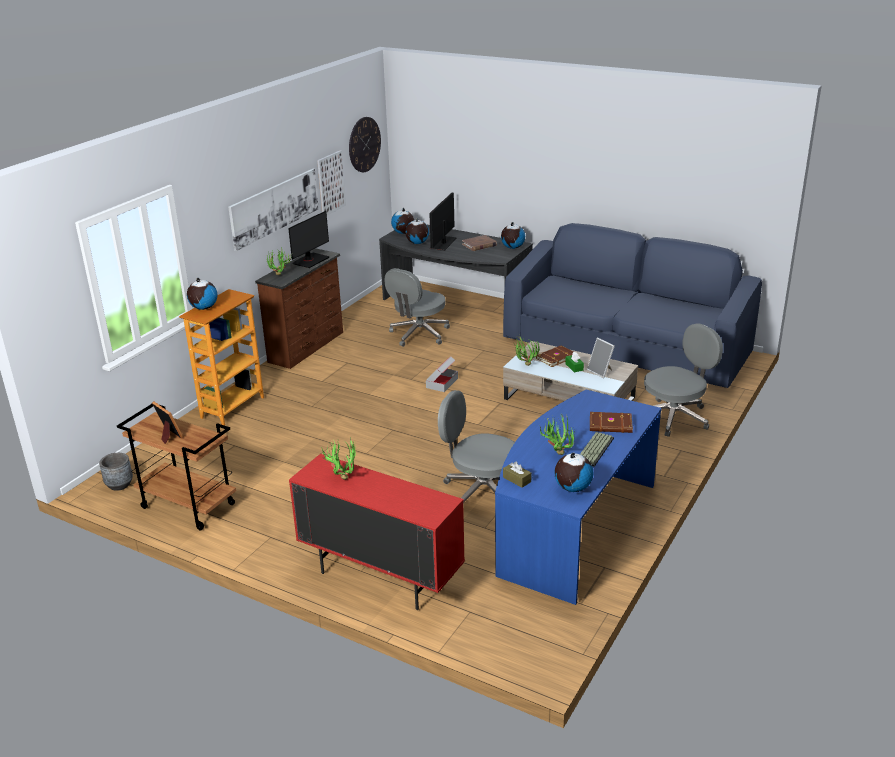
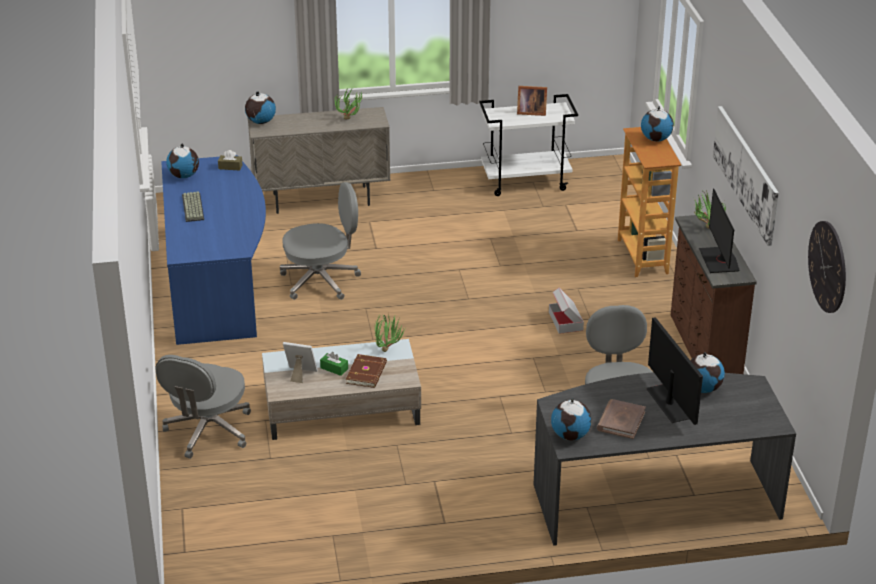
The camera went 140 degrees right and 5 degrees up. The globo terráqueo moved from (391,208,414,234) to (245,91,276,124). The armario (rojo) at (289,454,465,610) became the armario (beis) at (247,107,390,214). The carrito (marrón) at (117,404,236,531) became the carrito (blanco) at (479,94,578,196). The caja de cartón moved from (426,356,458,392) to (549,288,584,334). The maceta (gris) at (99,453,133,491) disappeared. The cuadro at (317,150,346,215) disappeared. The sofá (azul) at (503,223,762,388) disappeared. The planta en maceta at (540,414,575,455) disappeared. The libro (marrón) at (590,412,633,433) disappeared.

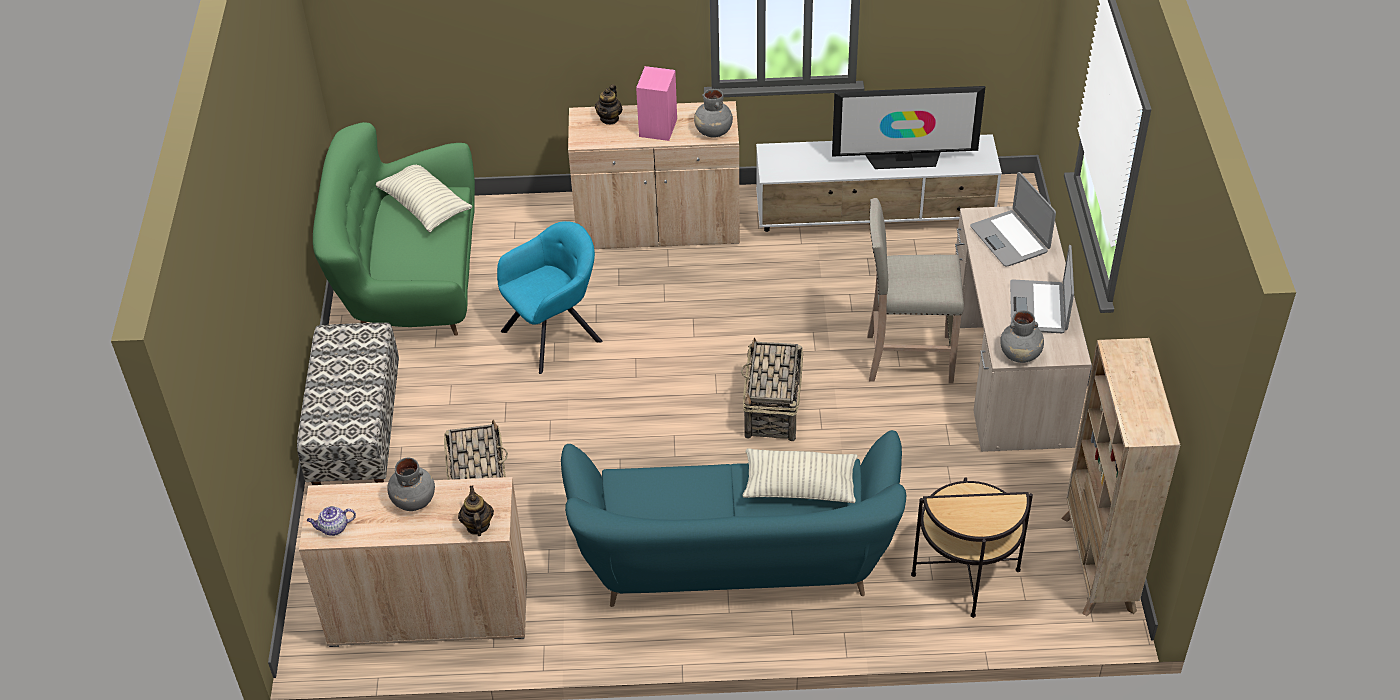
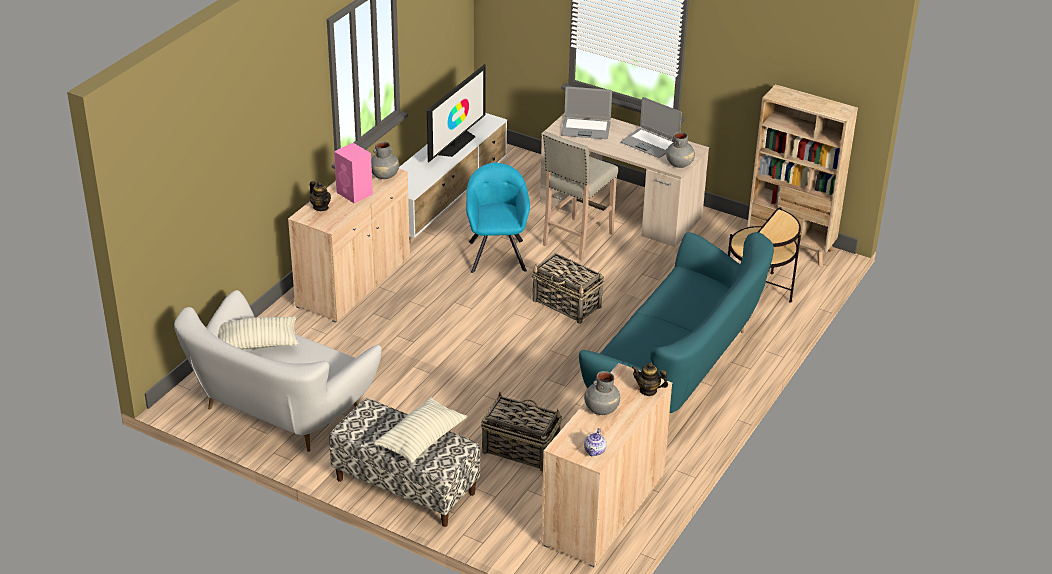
The camera went 60 degrees left and 10 degrees down. The sofá (verde) at (313,122,475,336) became the sofá (blanco) at (174,290,382,452). The cojín moved from (743,448,858,503) to (374,397,468,463). The sillón (turquesa) moved from (497,221,602,374) to (466,163,530,273).

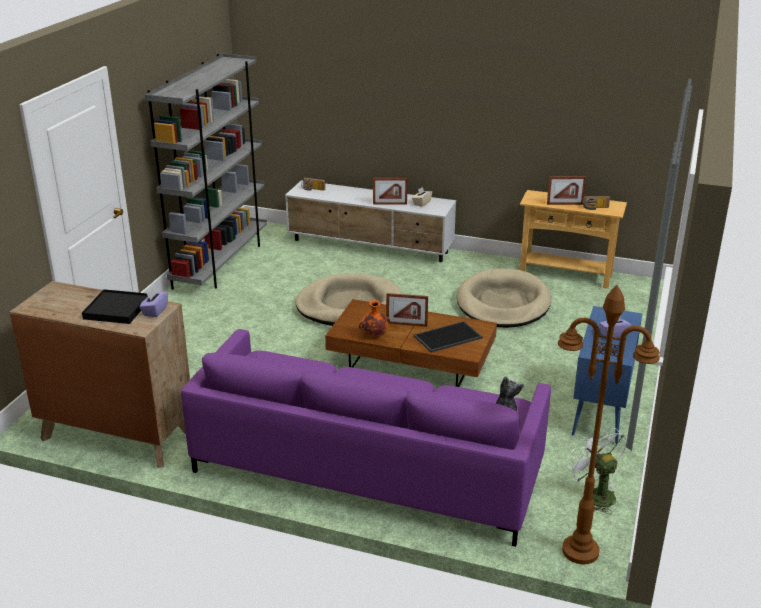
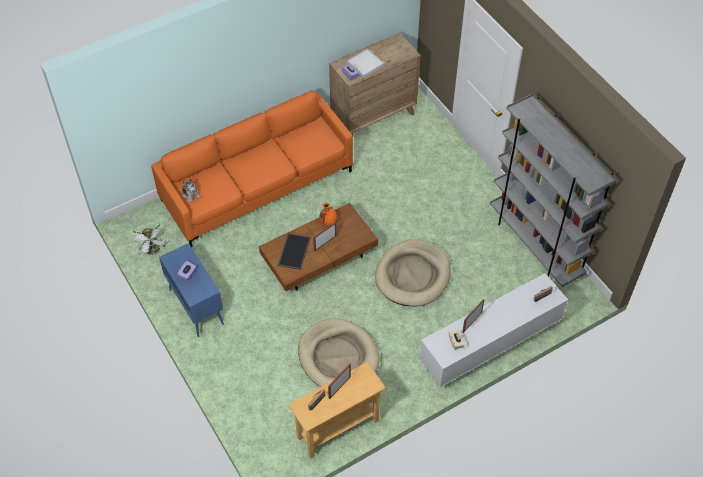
The camera went 130 degrees right and 25 degrees up. The ventilador (blanco) at (567,426,627,514) turned 60 degrees clockwise. The sofá (morado) at (181,329,551,547) became the sofá (naranja) at (151,91,353,247). The bandeja (negro) at (82,289,148,324) became the bandeja (blanco) at (347,48,384,78). The lámpara de pie (marrón) at (558,285,660,564) disappeared.

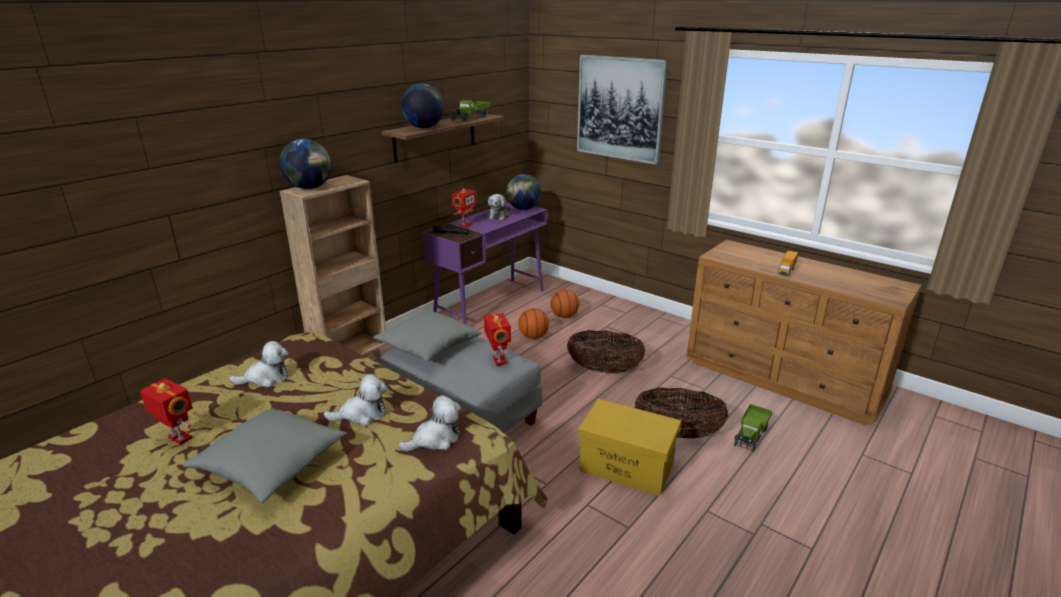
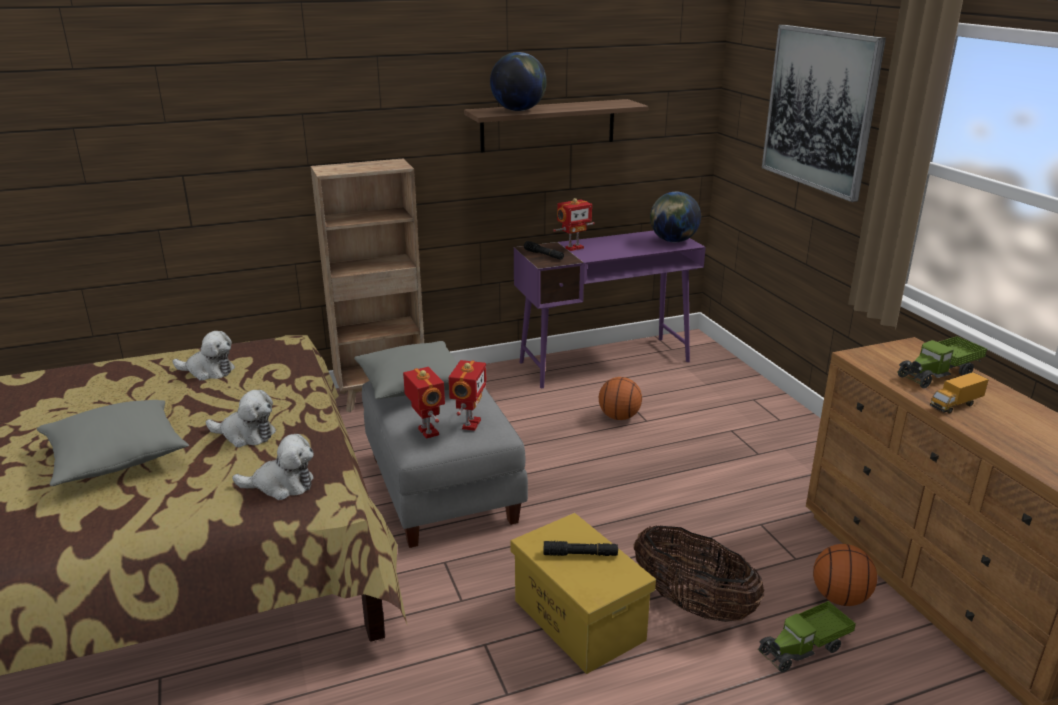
The camera went 30 degrees right and 0 degrees up. The robot de juguete moved from (140,378,193,445) to (403,367,445,439). The linterna (negro) at (544,541,618,556) appeared. The balón de baloncesto moved from (550,289,579,318) to (813,544,877,606). The camión de juguete moved from (450,100,491,122) to (897,336,987,388). The globo terráqueo at (279,139,332,189) disappeared. The peluche at (487,194,510,220) disappeared. The cesta at (567,330,646,373) disappeared.

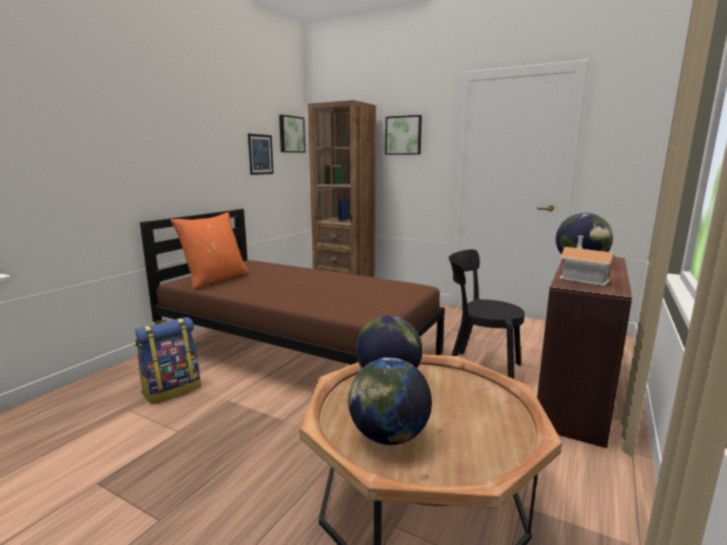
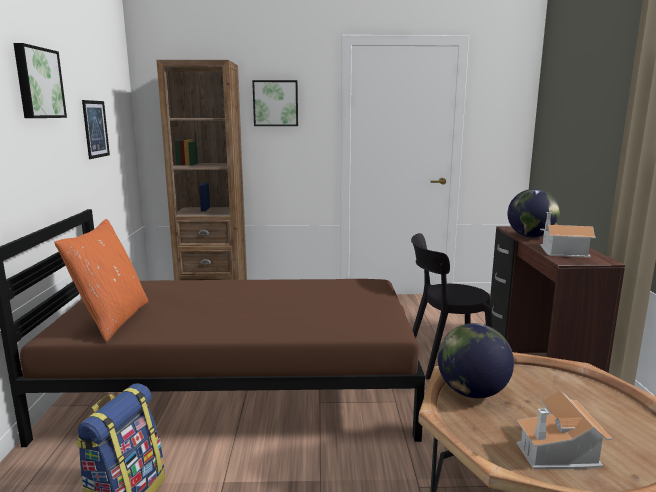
The camera went 30 degrees left and 0 degrees up. The cuadro moved from (279,115,305,153) to (13,43,67,118). The globo terráqueo at (348,357,432,445) was replaced by the casita at (517,390,612,469).

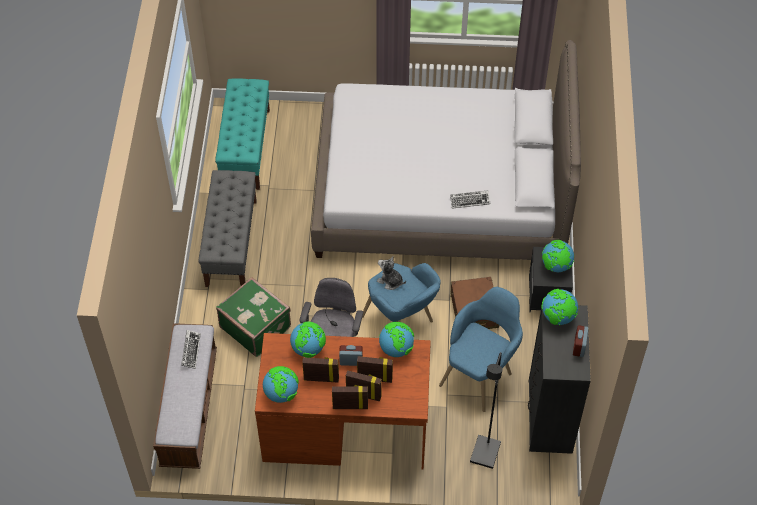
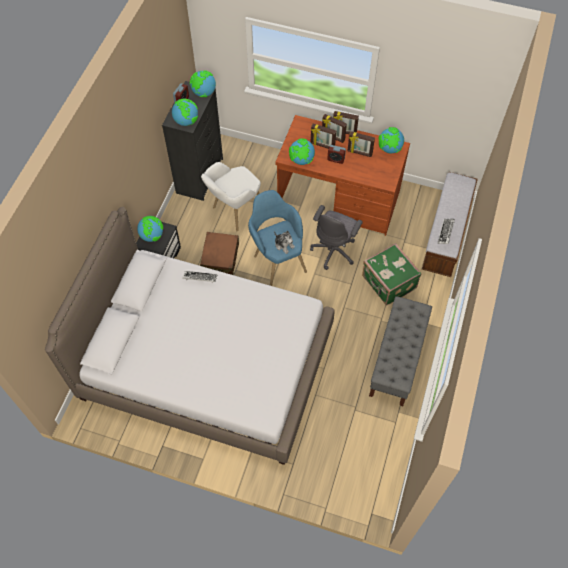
The camera went 165 degrees left and 5 degrees up. The globo terráqueo moved from (290,321,326,358) to (190,70,216,97). The sillón (azul) at (439,287,523,412) became the sillón (blanco) at (201,162,261,231). The banco (turquesa) at (215,78,270,190) disappeared. The lámpara de pie (negro) at (470,352,502,469) disappeared.

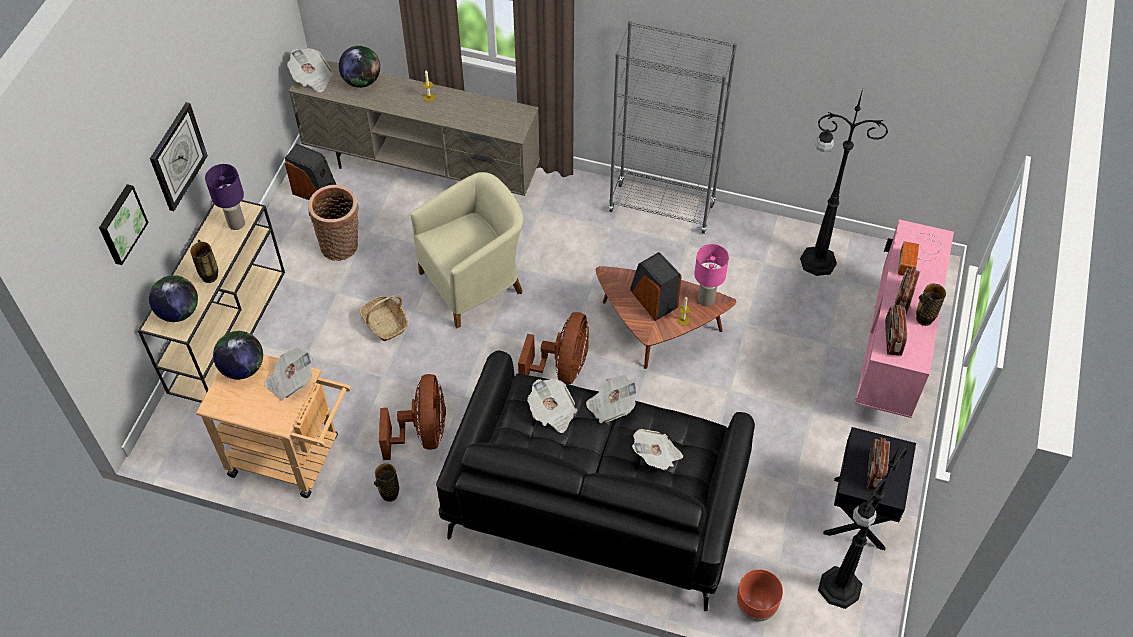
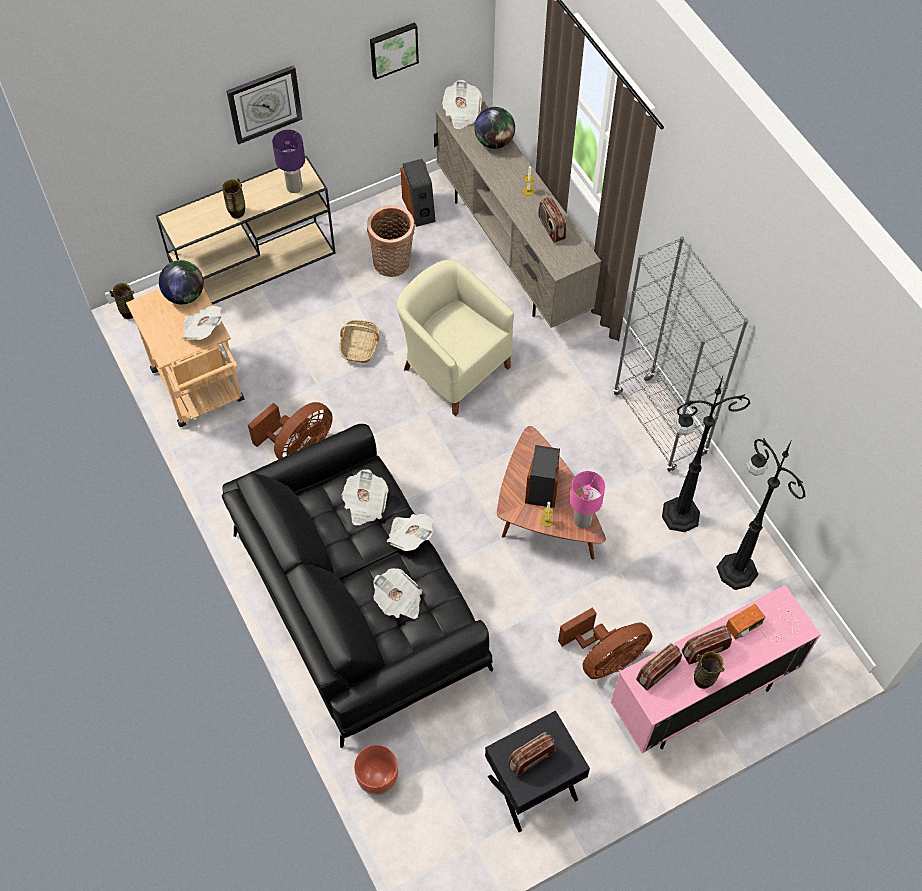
The camera went 45 degrees right and 5 degrees up. The florero moved from (374,463,399,502) to (109,283,134,319). The cuadro moved from (99,184,149,265) to (370,22,419,80). The sillón (beis) at (411,172,523,328) turned 150 degrees counterclockwise. The radio at (538,197,567,243) appeared. The ventilador (marrón) moved from (518,312,589,384) to (558,607,652,679). The lámpara de pie (negro) moved from (818,447,908,609) to (662,377,751,532). The globo terráqueo at (149,275,198,322) disappeared.

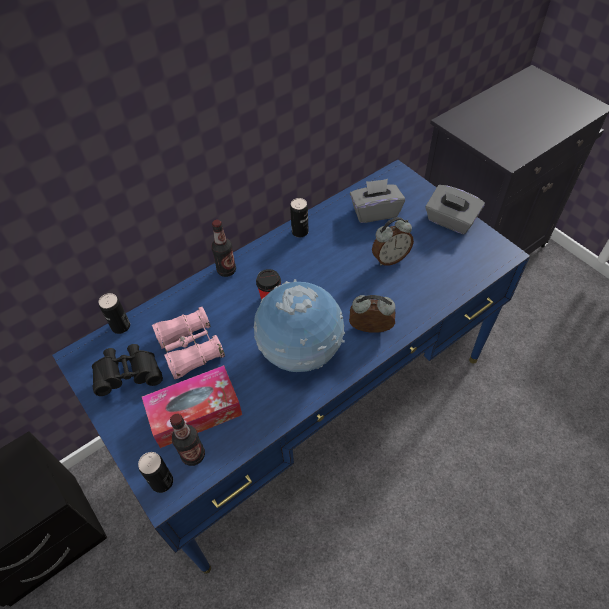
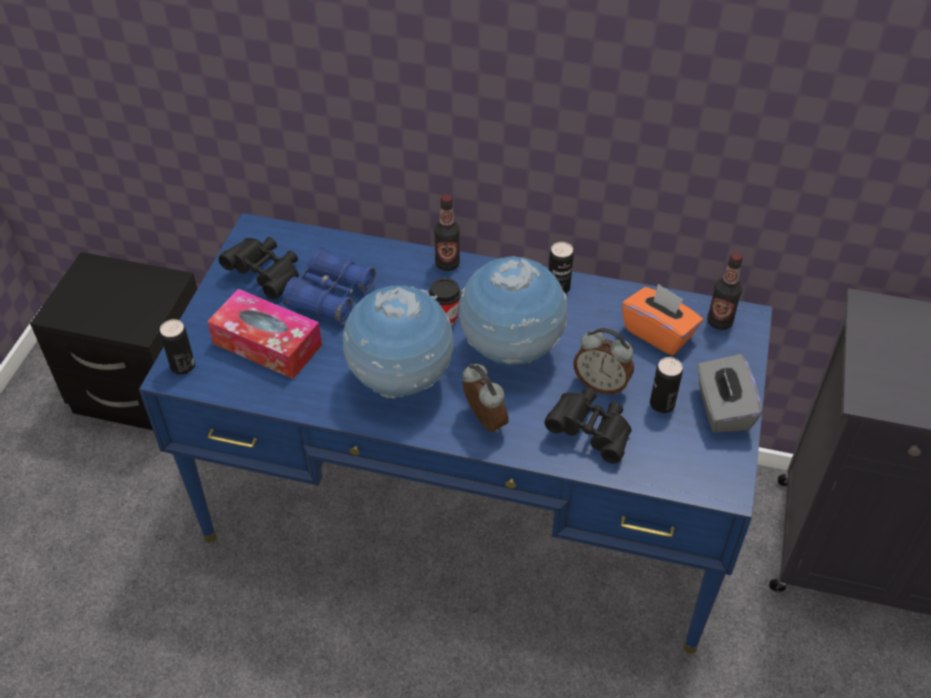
The camera went 50 degrees right and 5 degrees down. The prismáticos (rosa) at (152,307,225,380) became the prismáticos (azul) at (283,247,376,324). The globo terráqueo at (459,256,567,366) appeared. The prismáticos (negro) at (544,388,632,464) appeared. The caja de pañuelos (gris) at (350,179,405,223) became the caja de pañuelos (naranja) at (622,283,703,355). The lata moved from (99,293,130,334) to (650,357,683,413). The botella moved from (170,414,205,466) to (707,252,743,330).

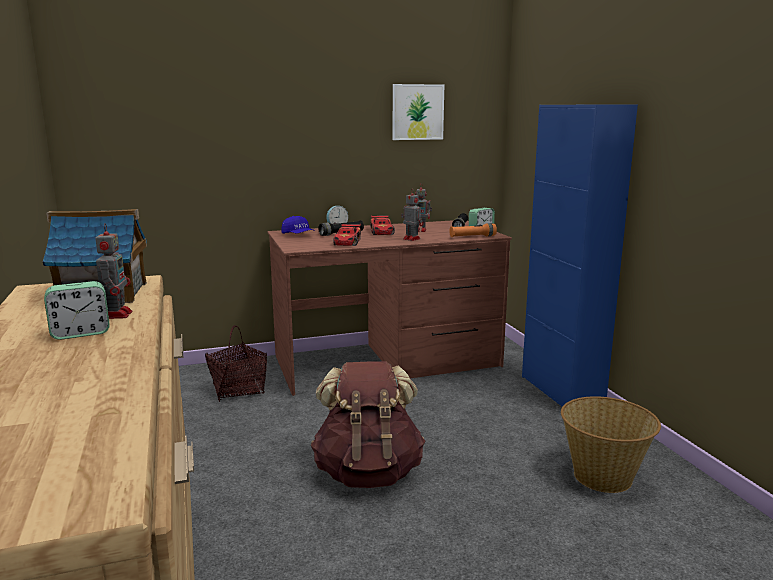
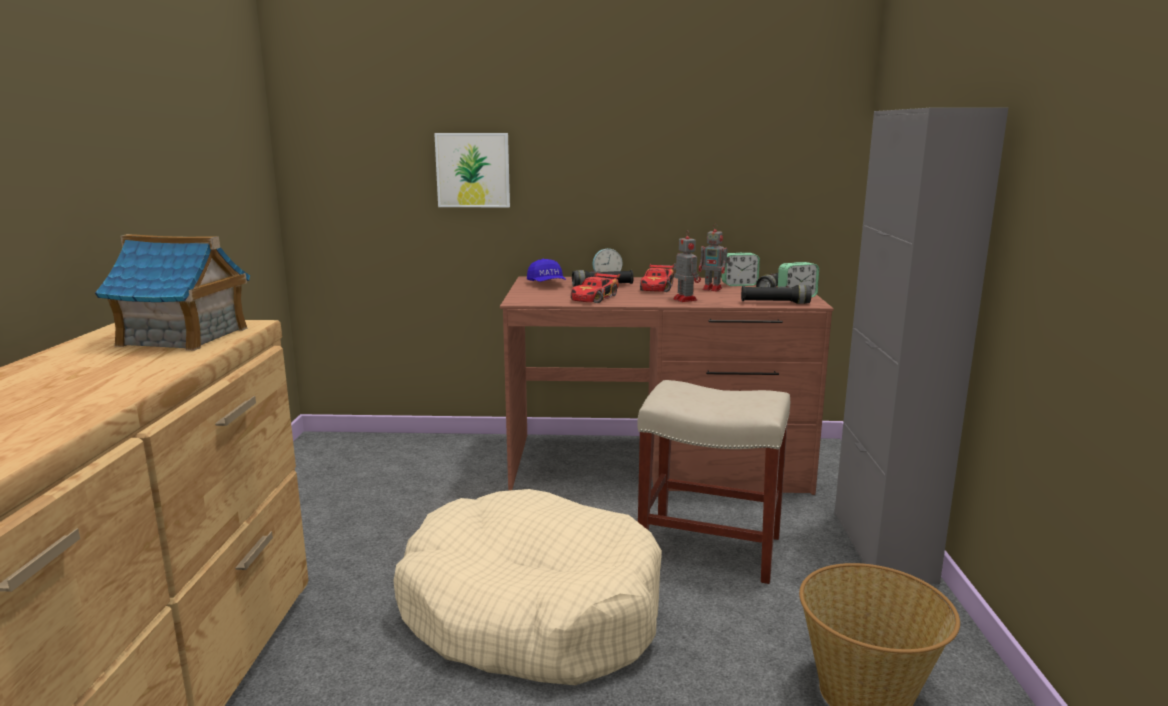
The camera went 20 degrees right and 0 degrees up. The mochila (marrón) at (311,361,425,488) was replaced by the cama para perro (beis) at (393,489,662,685). The cuadro moved from (393,84,444,140) to (434,133,510,207). The taburete (beis) at (637,380,790,584) appeared. The despertador moved from (44,281,110,340) to (722,253,760,286). The linterna (naranja) at (450,223,497,237) became the linterna (negro) at (741,285,812,304). The armario (azul) at (522,104,638,407) became the armario (gris) at (834,107,1008,584). The robot de juguete at (95,223,132,319) disappeared. The cesta at (205,325,267,402) disappeared.

